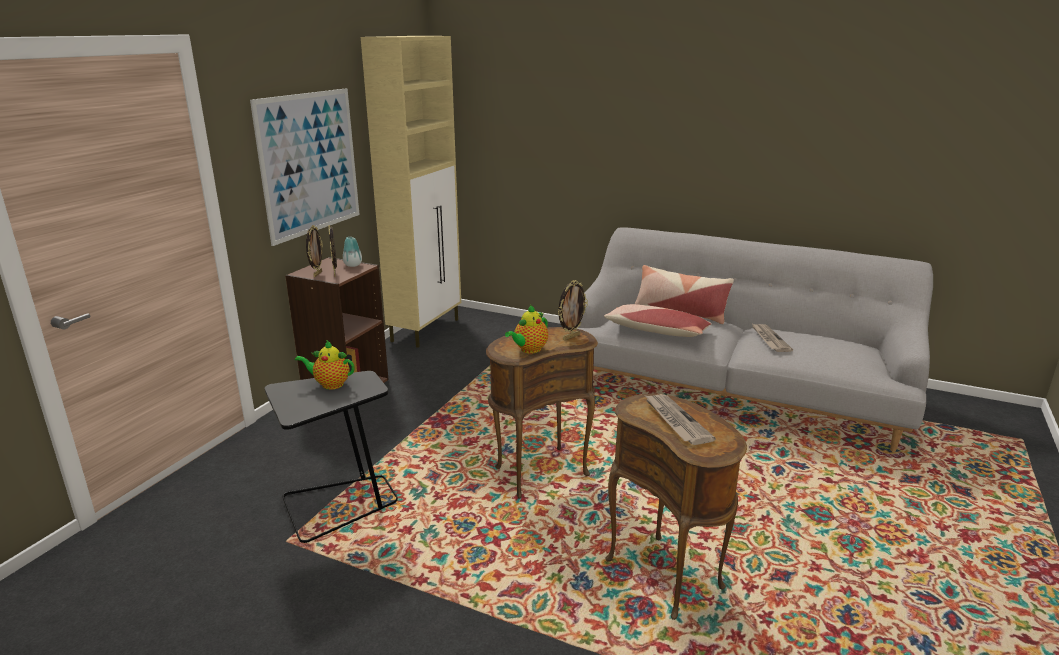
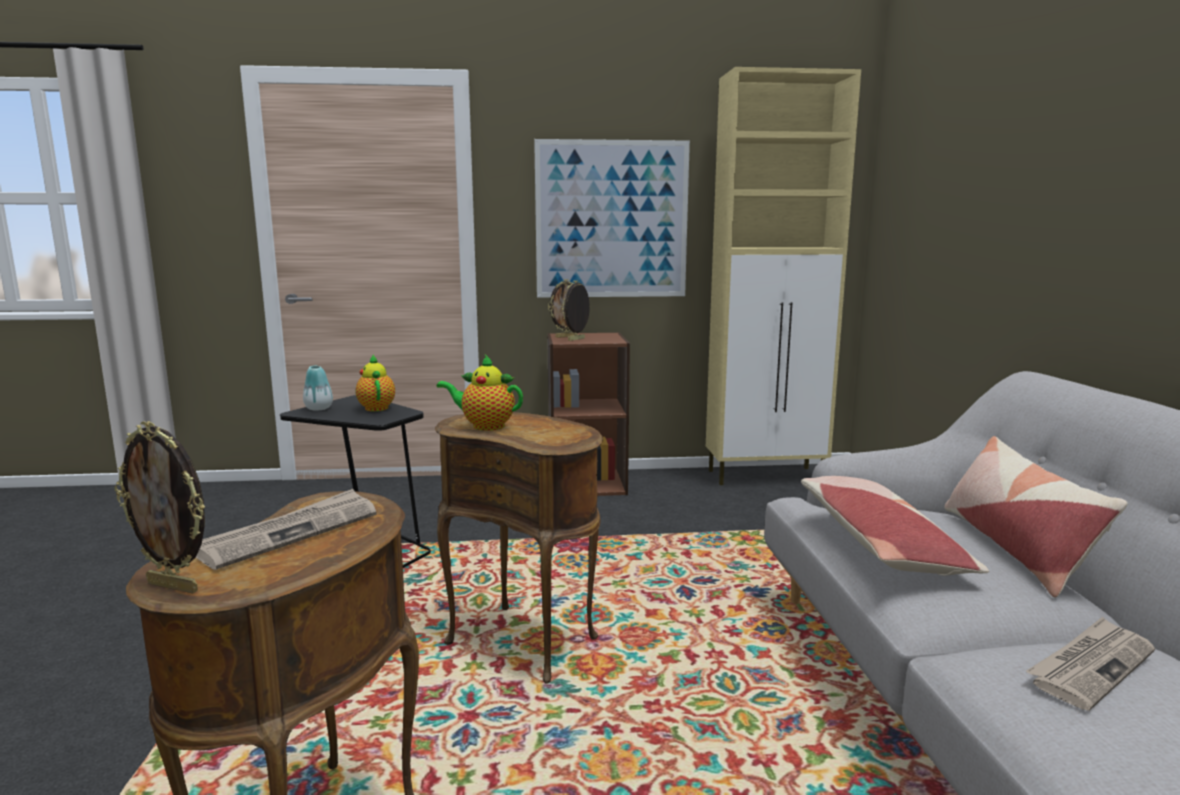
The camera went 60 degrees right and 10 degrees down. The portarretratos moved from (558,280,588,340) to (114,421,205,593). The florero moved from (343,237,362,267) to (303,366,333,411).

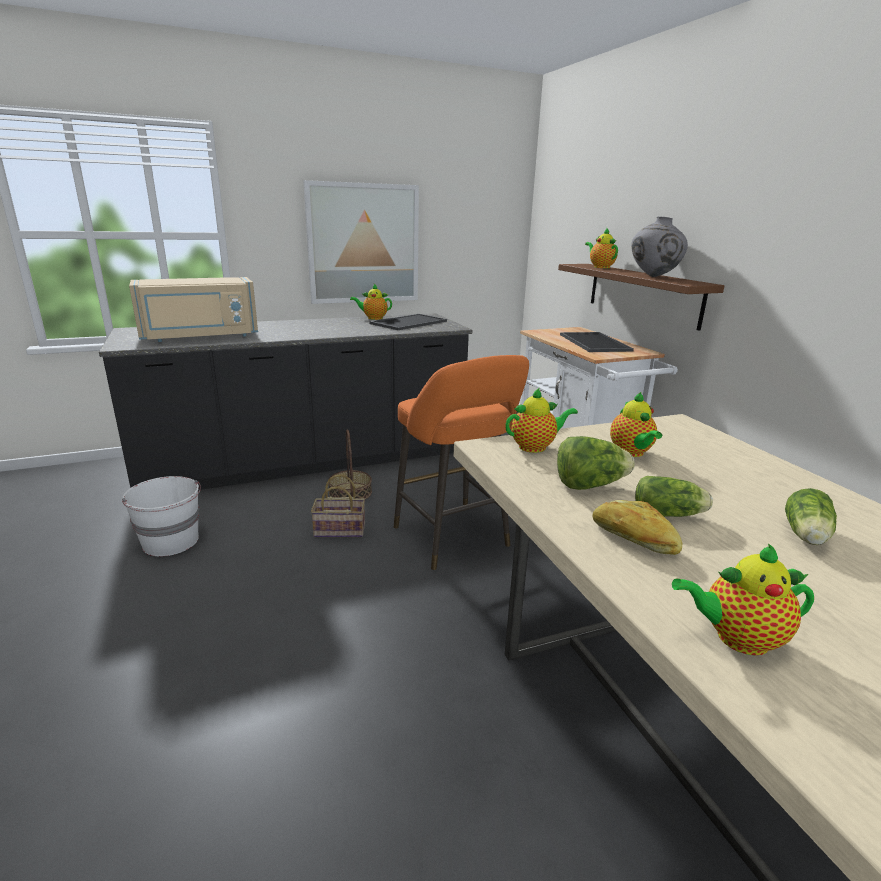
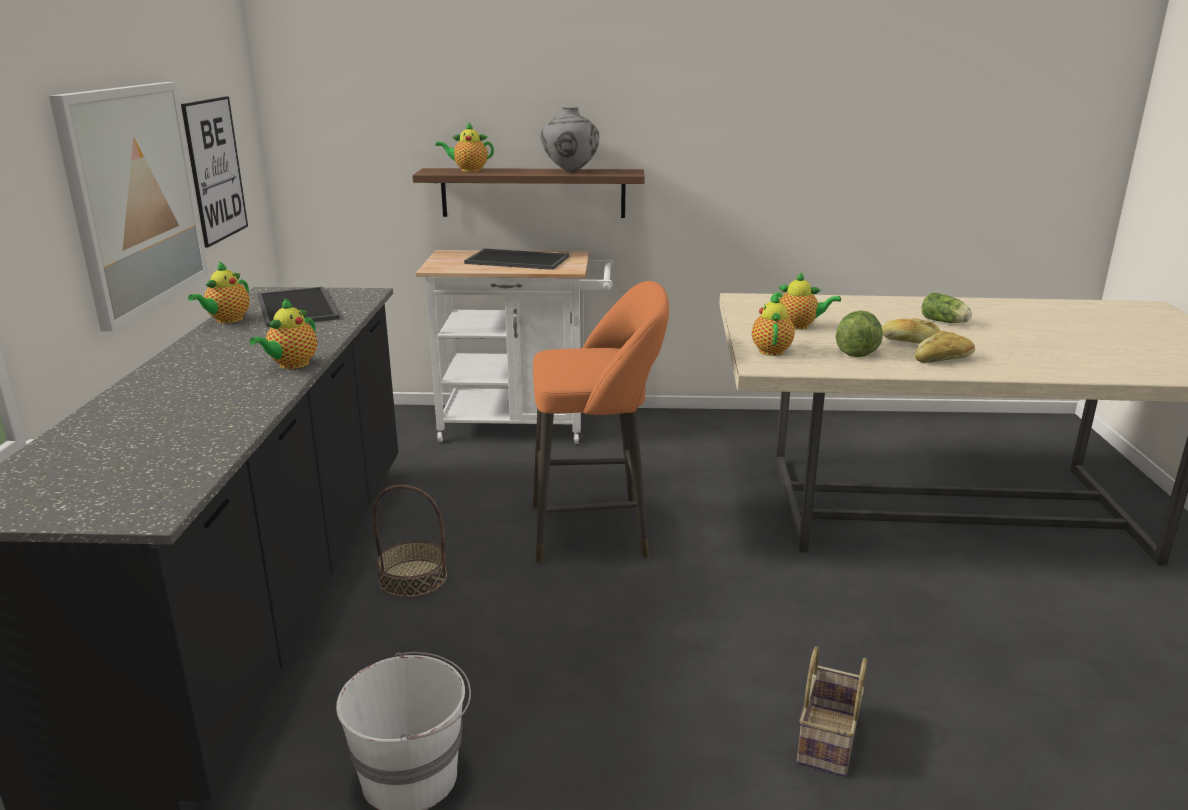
The camera went 65 degrees left and 0 degrees up. The cuadro at (181,96,248,248) appeared. The tetera moved from (672,543,814,655) to (249,298,317,369). The cesta moved from (311,474,365,537) to (797,646,867,776). The lechuga at (635,476,713,517) was replaced by the pan at (881,319,940,344). The microondas (beis) at (129,277,258,342) disappeared.

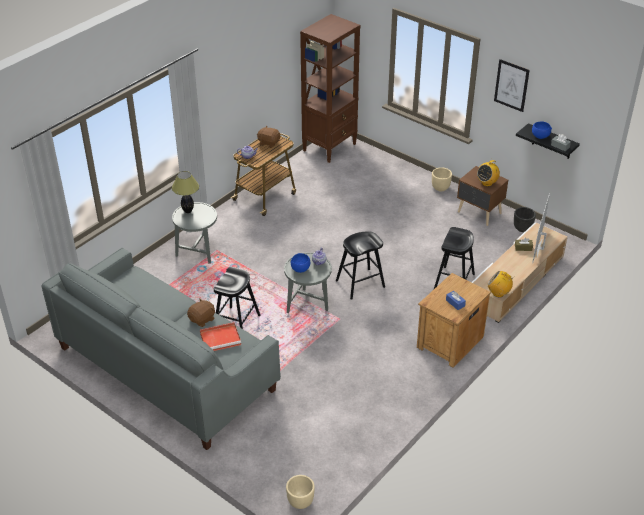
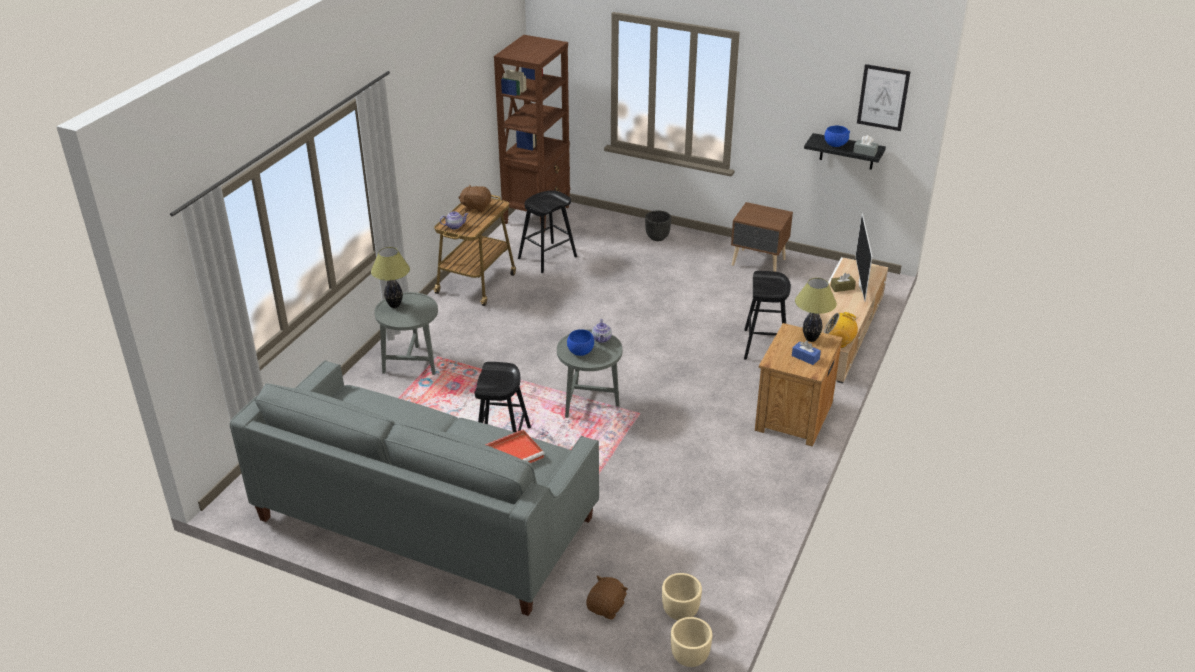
The camera went 15 degrees left and 5 degrees down. The taburete (negro) moved from (336,231,385,299) to (518,190,577,273). The peluche (marrón) moved from (187,298,215,327) to (586,575,628,619). The maceta (negro) moved from (514,207,536,232) to (645,210,671,241). The maceta (beis) moved from (432,167,452,192) to (662,573,702,620). The lámpara de mesa at (795,278,837,342) appeared. The cuadro moved from (494,59,530,112) to (857,64,911,131). The radio at (477,160,500,186) disappeared.

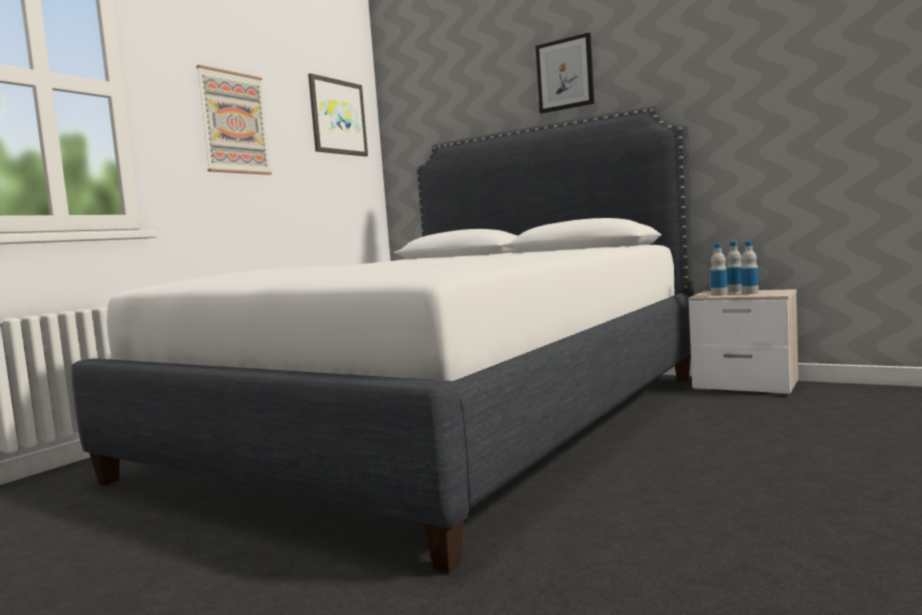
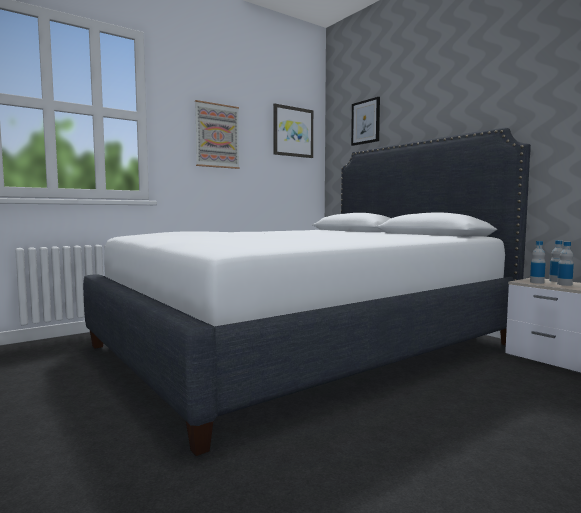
The camera went 20 degrees right and 0 degrees up. The cuadro moved from (536,32,594,114) to (351,97,380,146).

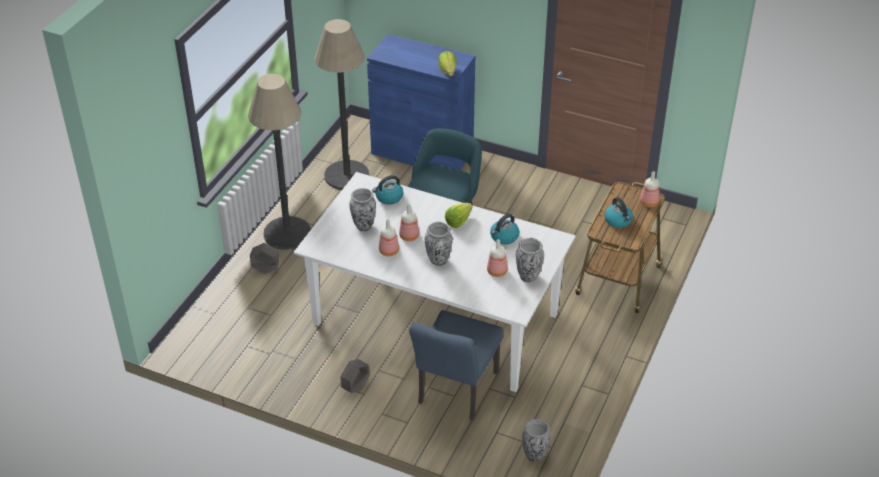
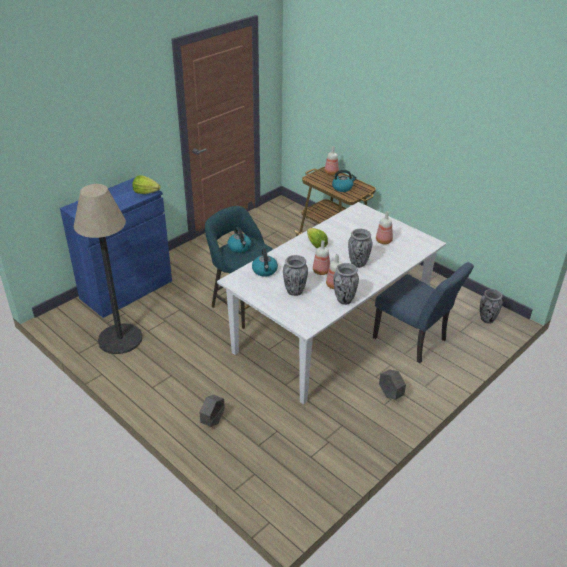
The camera went 70 degrees left and 5 degrees down. The hervidor moved from (490,214,519,245) to (227,227,251,253). The florero moved from (516,238,544,282) to (333,263,359,305). The lámpara de pie at (248,74,311,250) disappeared.

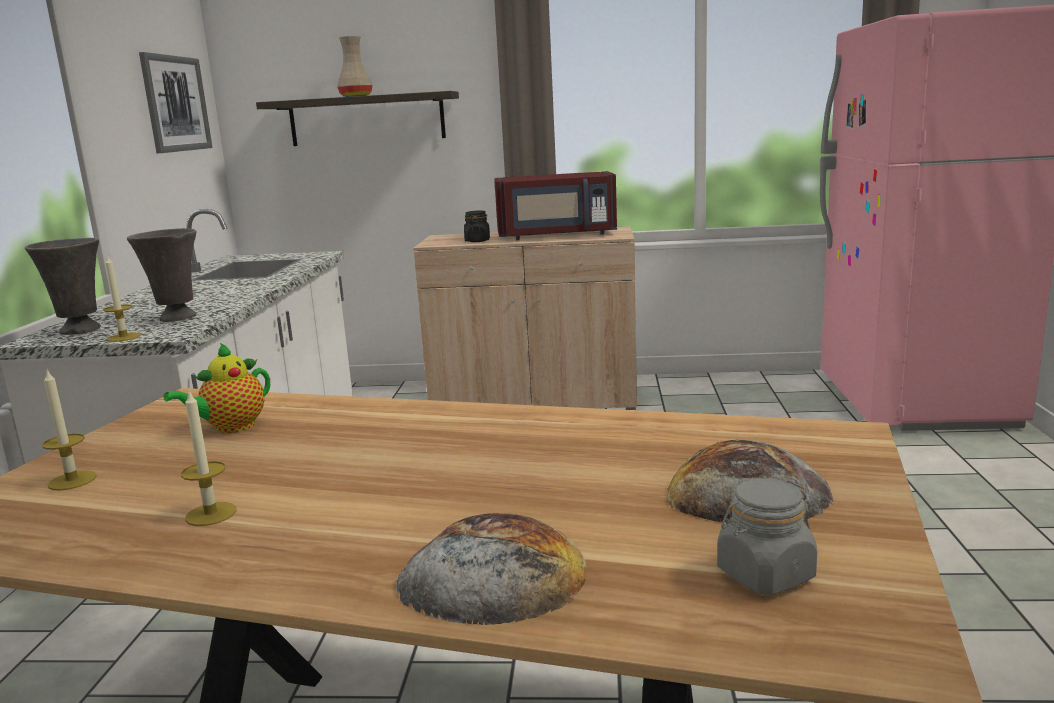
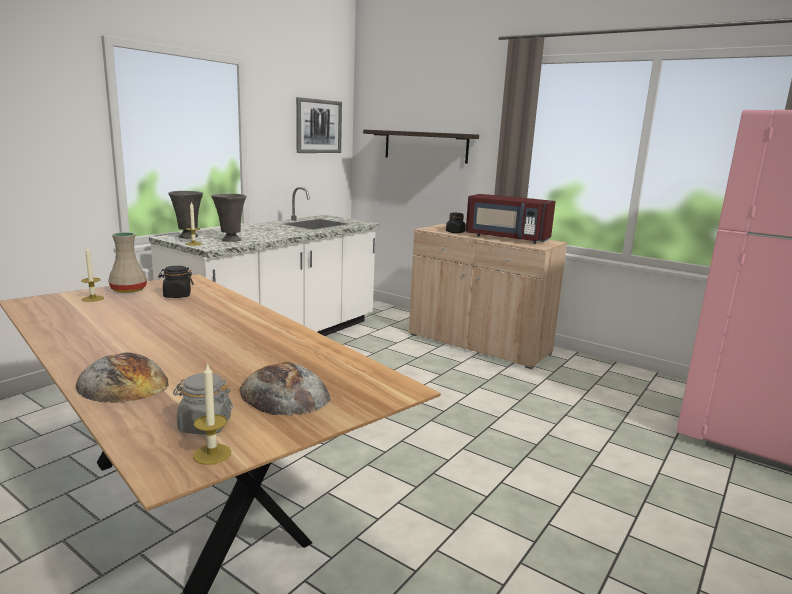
The camera went 30 degrees right and 0 degrees up. The florero (beis) moved from (337,36,373,97) to (108,232,147,293). The tetera at (163,343,270,433) was replaced by the tarro (negro) at (158,266,194,298). The vela moved from (181,391,237,526) to (193,363,231,465).

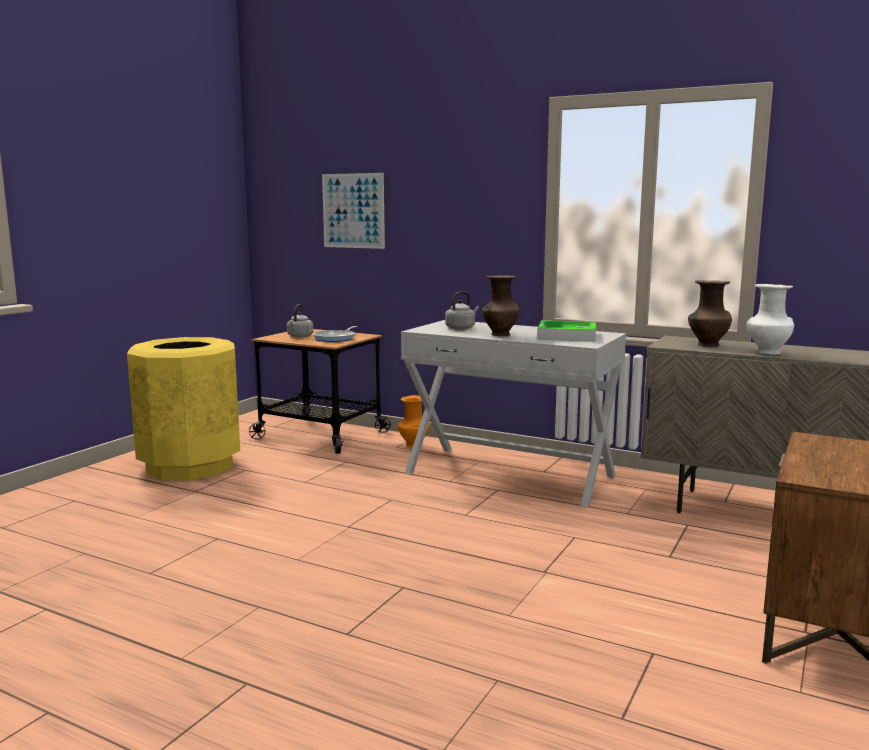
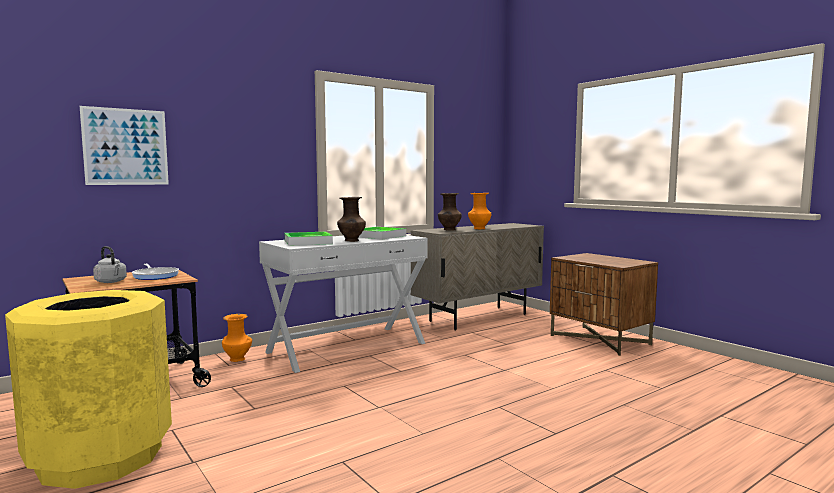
The camera went 65 degrees left and 5 degrees down. The hervidor (gris) at (445,291,479,330) was replaced by the bandeja at (285,232,333,246). The florero (blanco) at (747,284,794,355) became the florero (naranja) at (468,193,491,229).

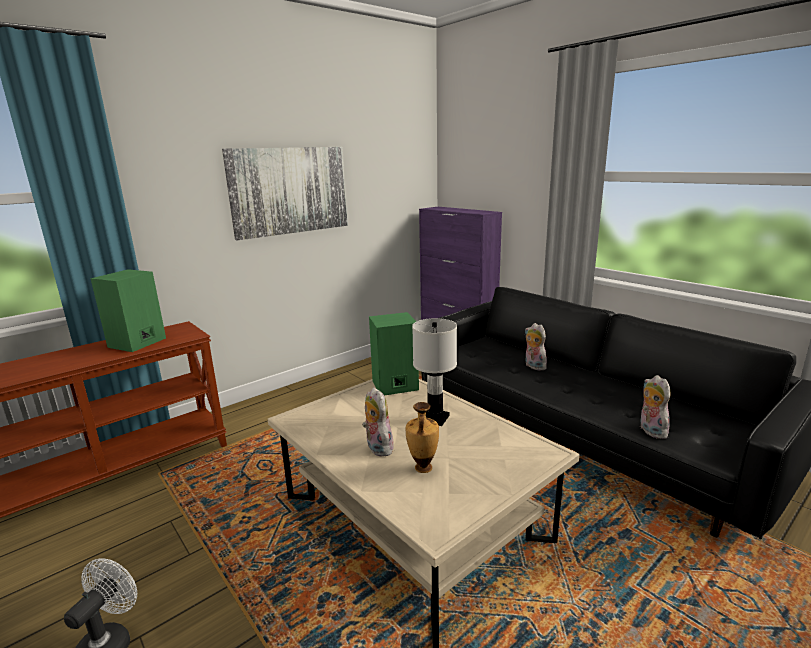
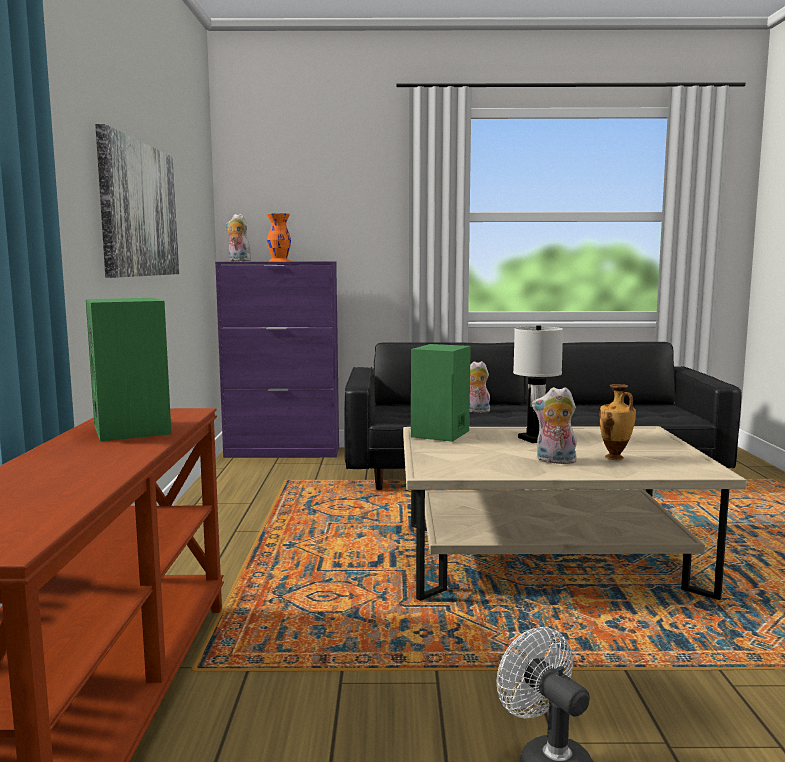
The camera went 50 degrees left and 10 degrees down. The peluche moved from (640,375,670,439) to (226,214,251,261). The florero (naranja) at (267,213,291,261) appeared.

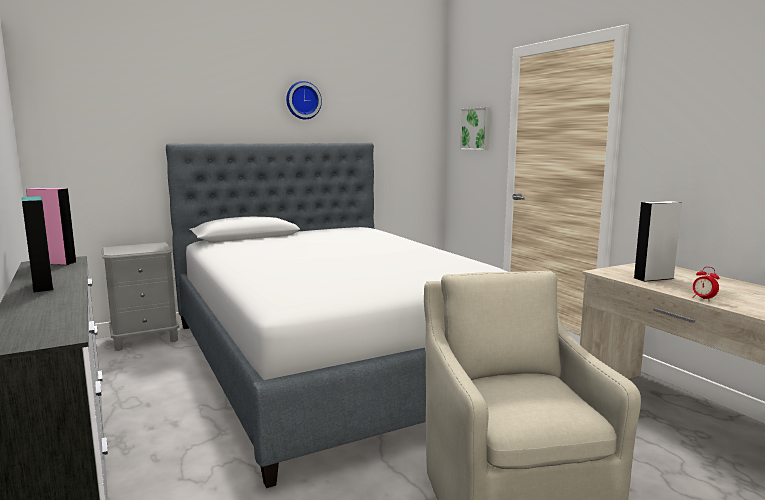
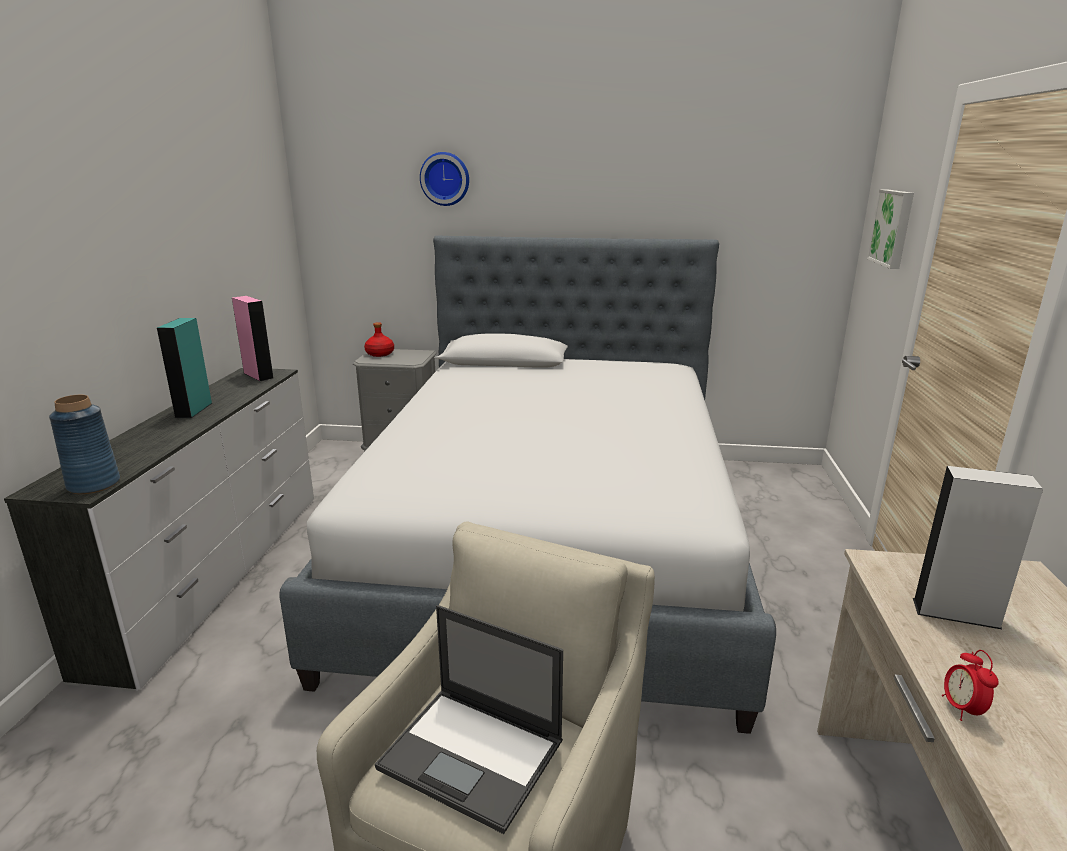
The camera went 35 degrees right and 10 degrees up. The florero (azul) at (49,395,120,494) appeared. The botella (rojo) at (364,322,394,357) appeared. The portátil at (375,605,563,834) appeared. The reloj de pared moved from (286,81,322,119) to (420,152,469,206).

